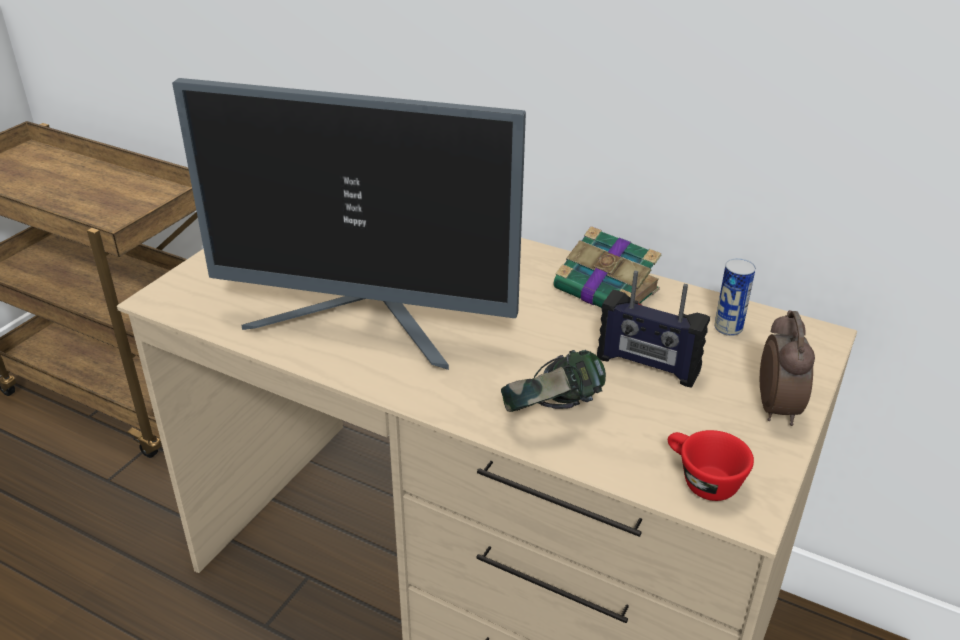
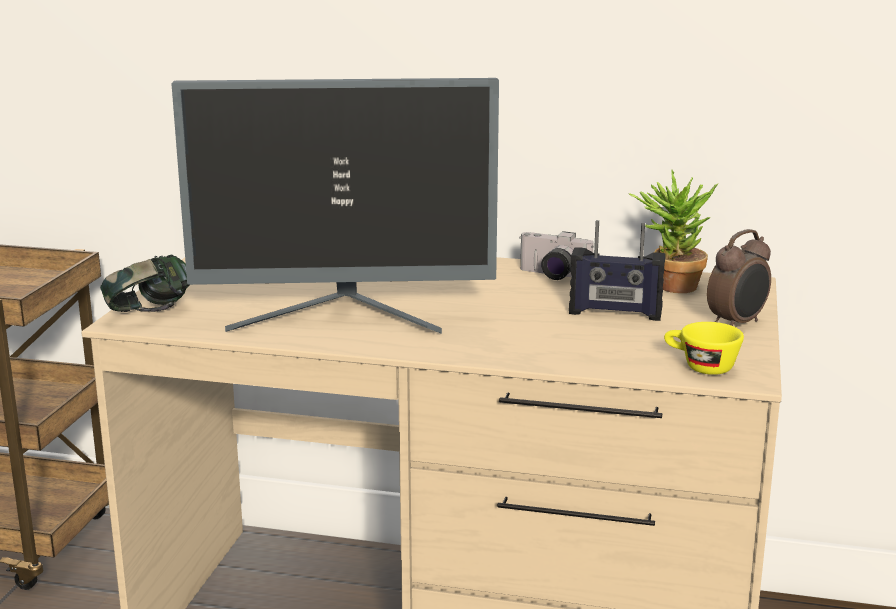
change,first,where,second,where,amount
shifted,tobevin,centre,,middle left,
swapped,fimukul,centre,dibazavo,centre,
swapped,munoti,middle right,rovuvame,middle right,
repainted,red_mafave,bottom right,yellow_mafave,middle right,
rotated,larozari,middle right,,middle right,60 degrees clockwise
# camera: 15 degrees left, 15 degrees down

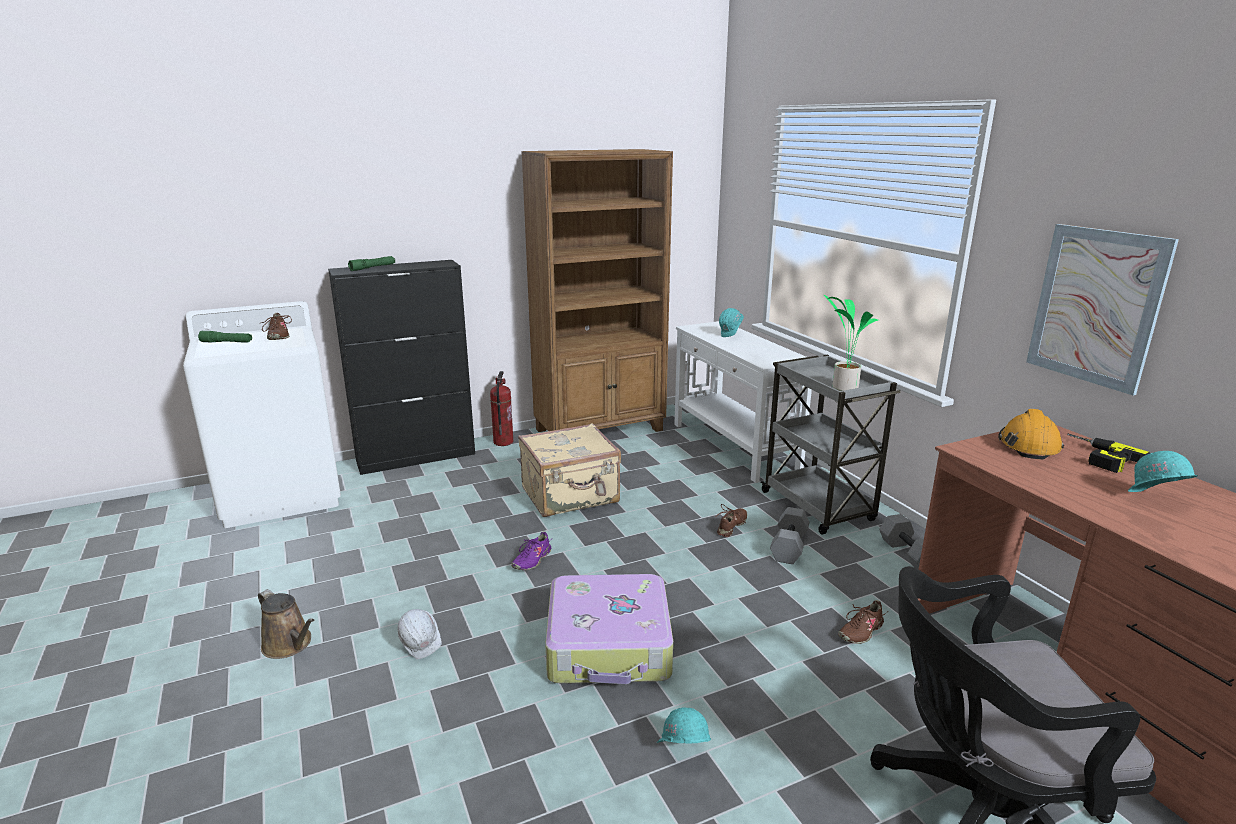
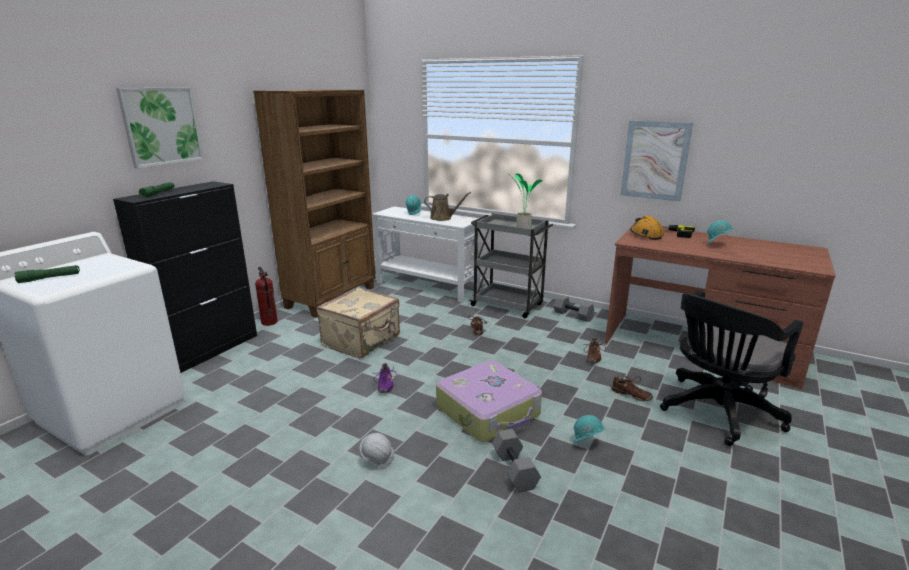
change,first,where,second,where,amount
new,,,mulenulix (no. 1 from left),top left,
shifted,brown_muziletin,bottom left,,centre,
shifted,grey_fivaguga (no. 1 from left),centre,,bottom centre,
shifted,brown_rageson (no. 1 from left in the first image),middle left,brown_rageson (no. 3 from left),bottom right,
# camera: 35 degrees left, 0 degrees up

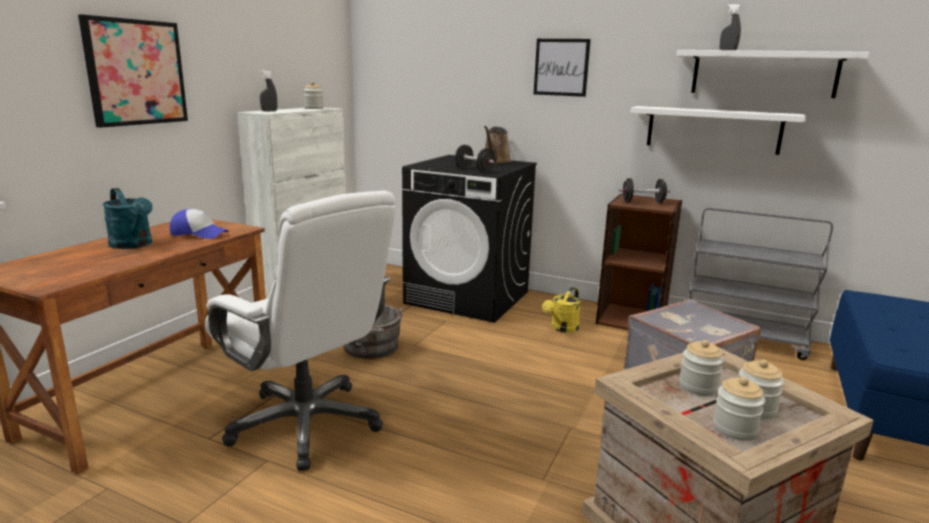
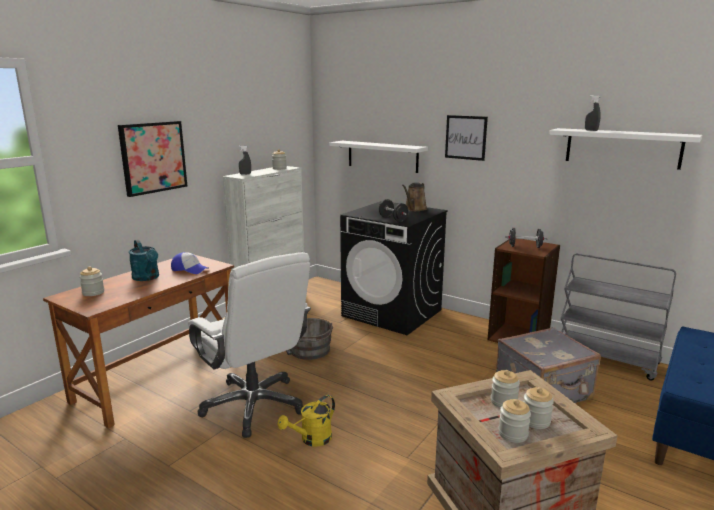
change,first,where,second,where,amount
new,,,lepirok (no. 1 from left),middle left,
shifted,yellow_muziletin,centre,,bottom centre,
shifted,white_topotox (no. 1 from left),top right,,top centre,
# camera: 10 degrees right, 0 degrees up

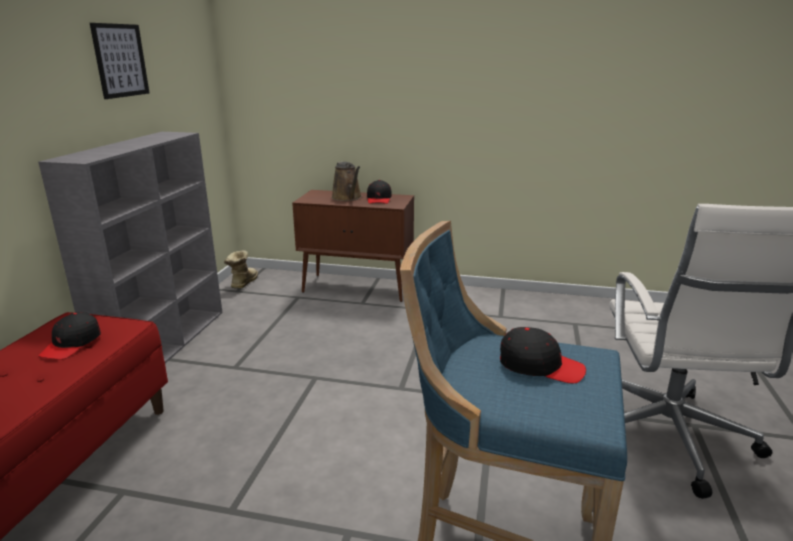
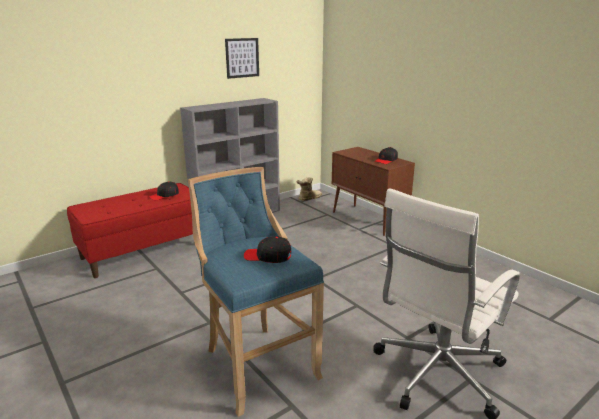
change,first,where,second,where,amount
rotated,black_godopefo (no. 3 from left in the first image),middle right,black_godopefo (no. 2 from left),centre,135 degrees clockwise
gone,brown_muziletin,centre,,,
# camera: 40 degrees right, 0 degrees up

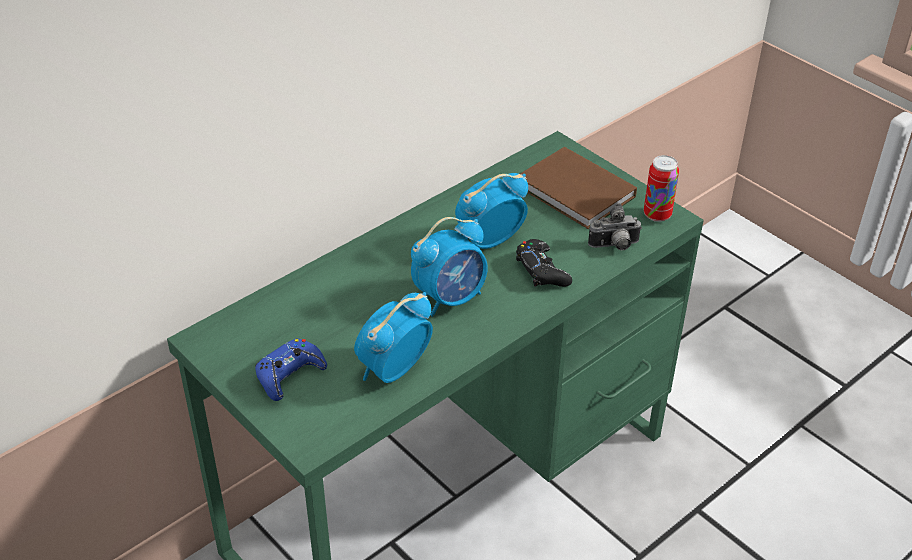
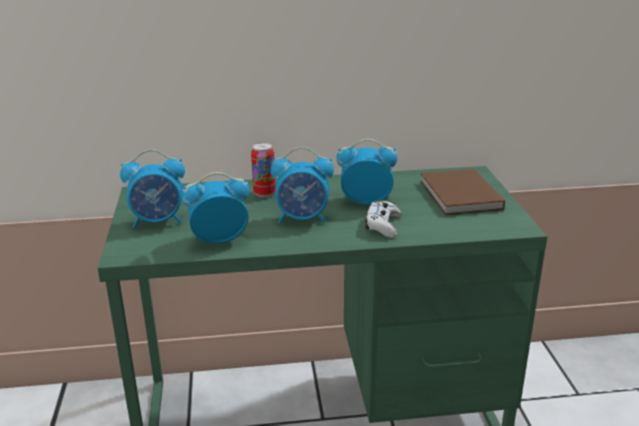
change,first,where,second,where,amount
swapped,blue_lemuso,middle left,larozari (no. 1 from left),middle left,
shifted,munoti,middle right,,centre,
repainted,black_lemuso,centre,white_lemuso,centre,
gone,dibazavo,middle right,,,
# camera: 35 degrees right, 15 degrees down

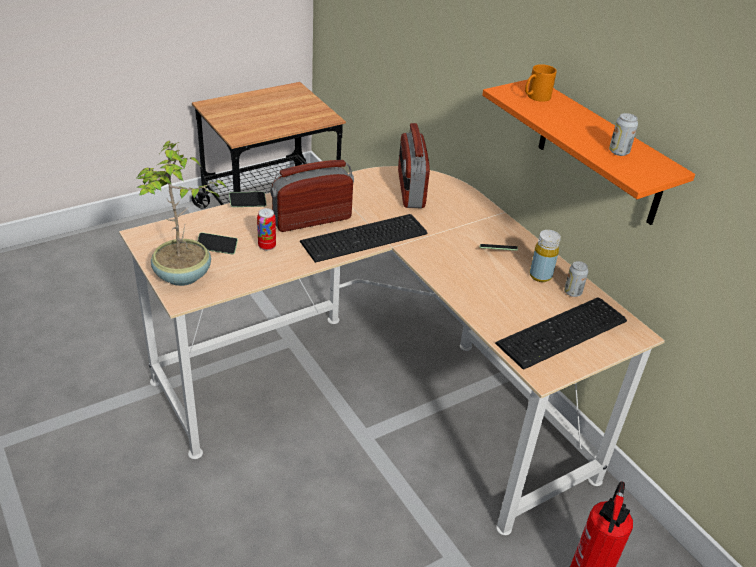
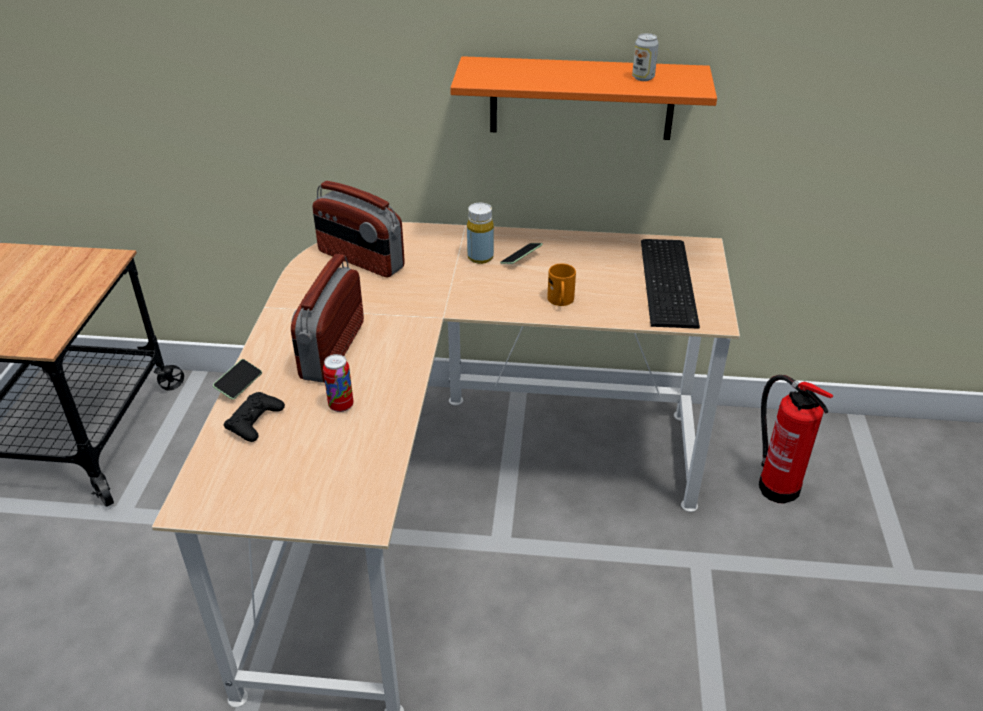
change,first,where,second,where,amount
new,,,black_lemuso,middle left,
shifted,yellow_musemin,middle right,,top centre,
shifted,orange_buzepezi,top right,,centre,
gone,rovuvame,middle left,,,
gone,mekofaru (no. 1 from left),middle left,,,
gone,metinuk (no. 1 from left),centre,,,
gone,munoti (no. 2 from left),middle right,,,
# camera: 50 degrees left, 0 degrees up

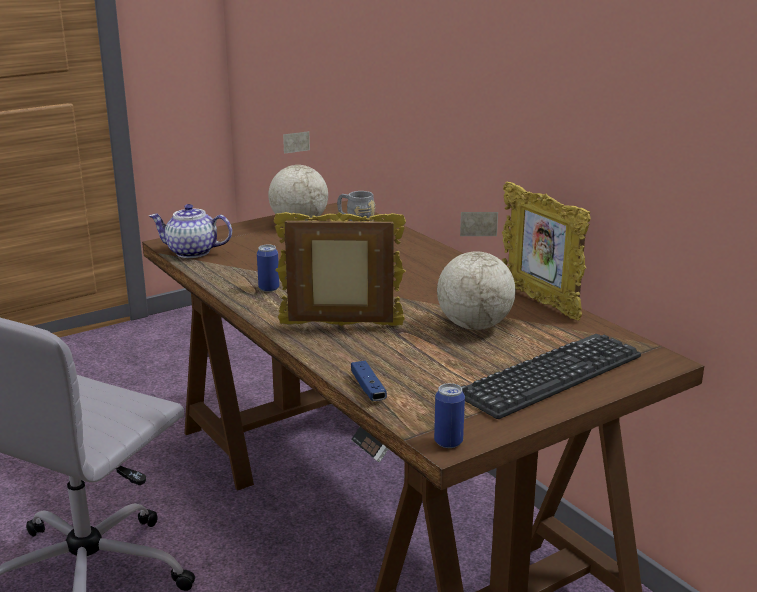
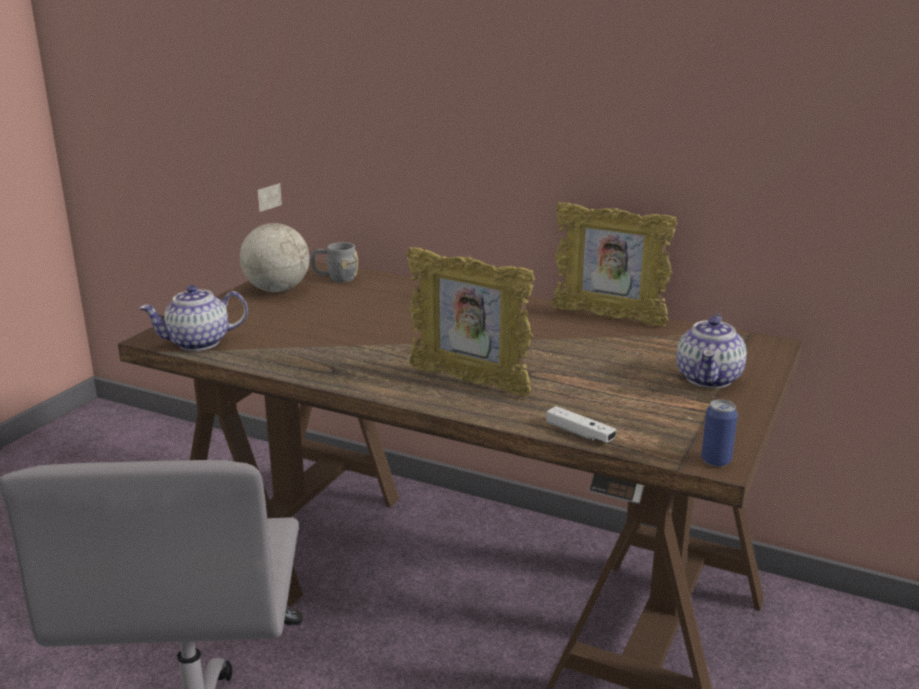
change,first,where,second,where,amount
rotated,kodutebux (no. 1 from left),centre,,centre,120 degrees counterclockwise
repainted,blue_lemuso,centre,white_lemuso,centre,
swapped,metinuk,middle right,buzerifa (no. 2 from left),middle right,
gone,munoti (no. 1 from left),centre,,,
gone,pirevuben (no. 2 from left),centre,,,
# camera: 30 degrees left, 0 degrees up

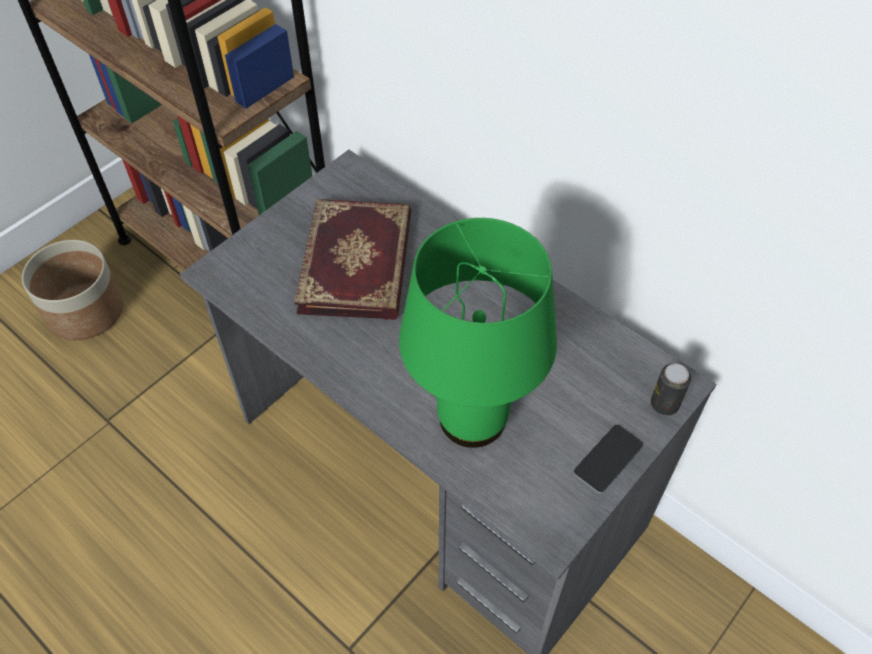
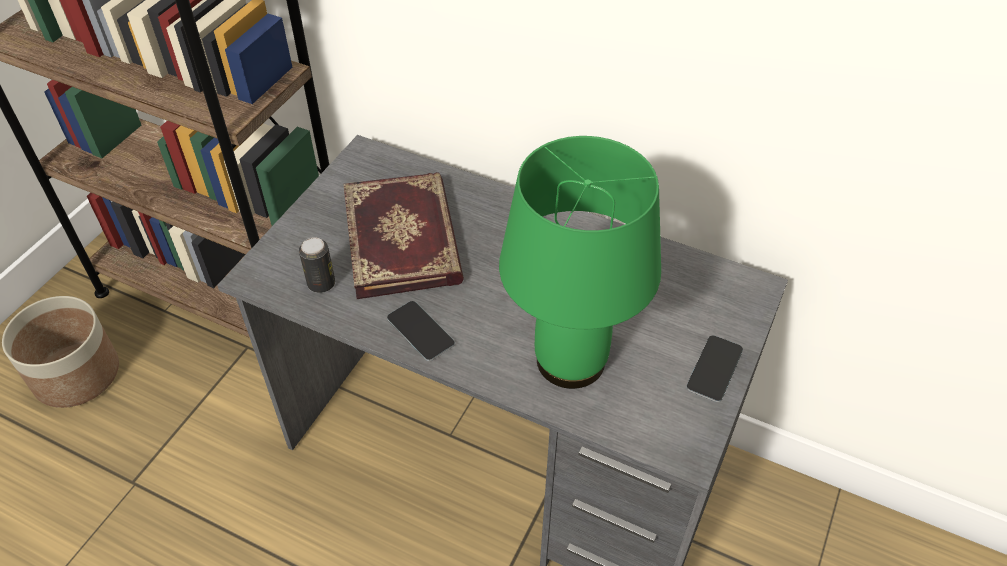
change,first,where,second,where,amount
shifted,munoti,middle right,,middle left,
new,,,mekofaru (no. 1 from left),centre,
# camera: 15 degrees left, 5 degrees down

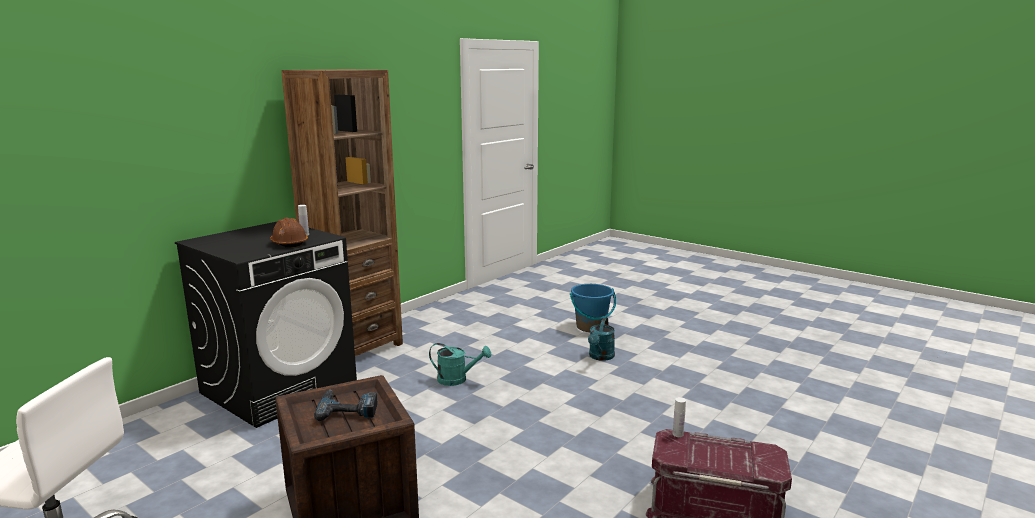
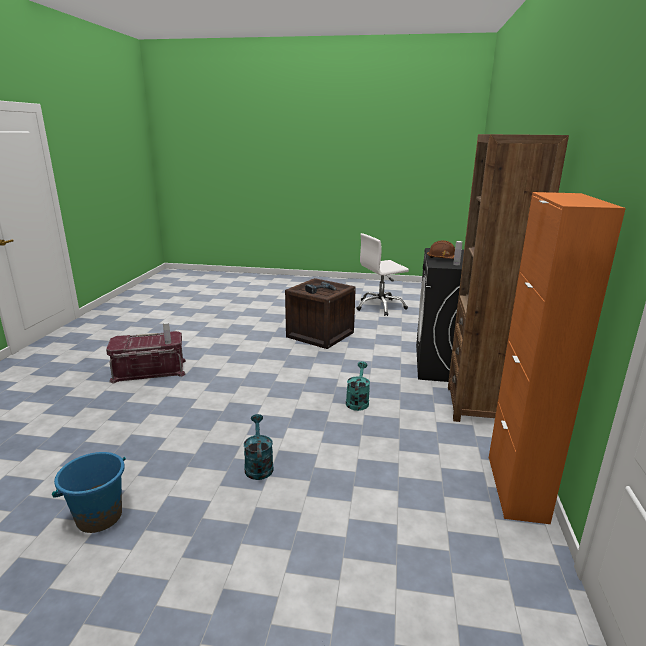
change,first,where,second,where,amount
shifted,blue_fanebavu,centre,,bottom left,
rotated,turquoise_muziletin (no. 1 from left in the first image),bottom centre,turquoise_muziletin (no. 2 from left),centre,120 degrees clockwise
new,,,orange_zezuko,middle right,
# camera: 150 degrees right, 5 degrees up

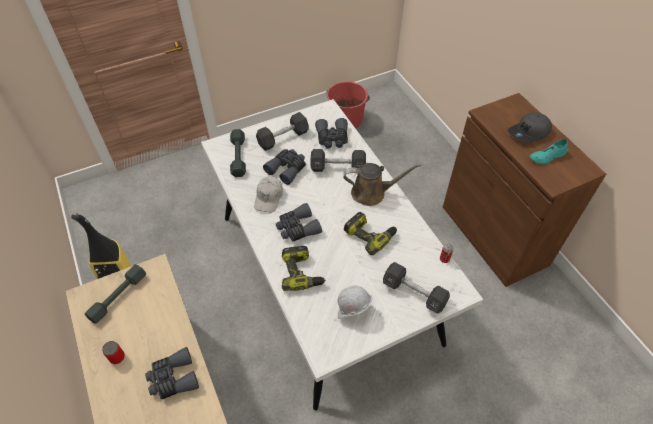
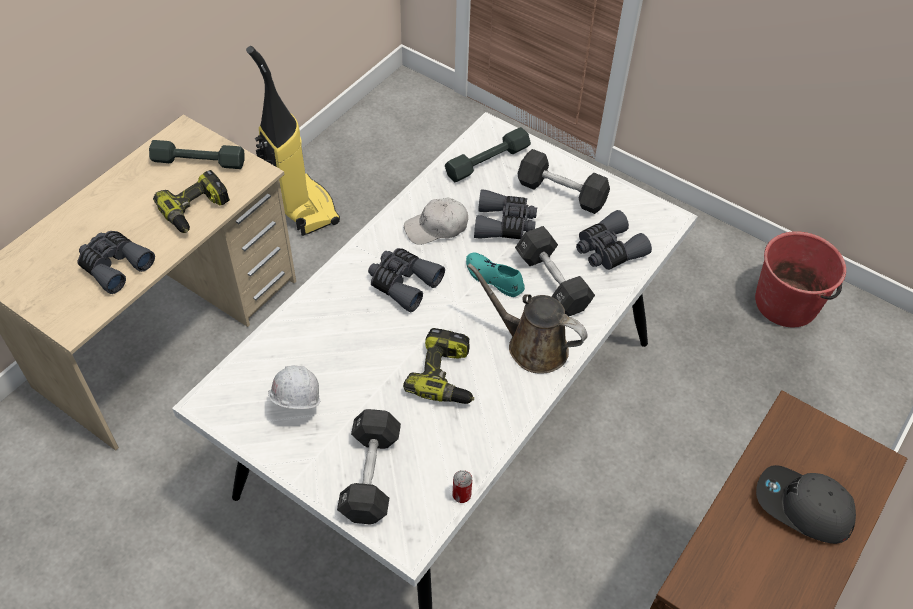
change,first,where,second,where,amount
shifted,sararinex (no. 1 from left),centre,,top left,
shifted,turquoise_rageson,middle right,,centre,
rotated,brown_muziletin,centre,,centre,150 degrees clockwise
gone,munoti (no. 1 from left),bottom left,,,
# camera: 60 degrees right, 0 degrees up

